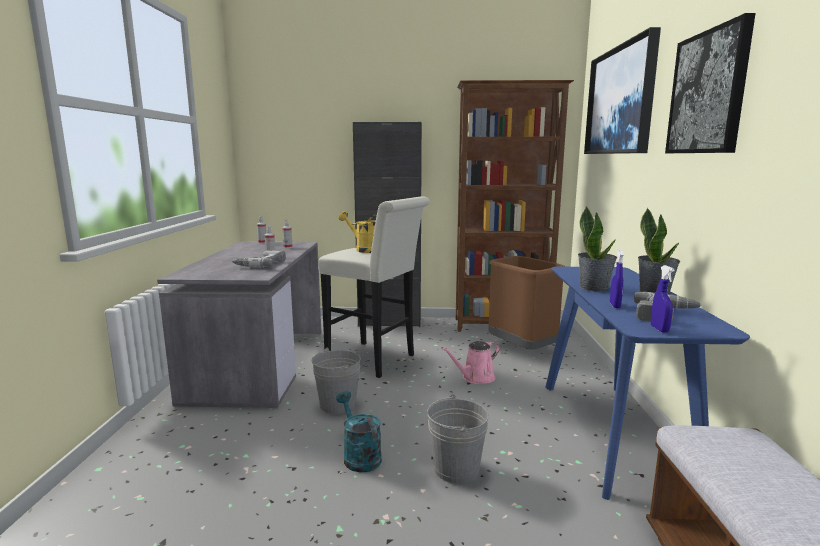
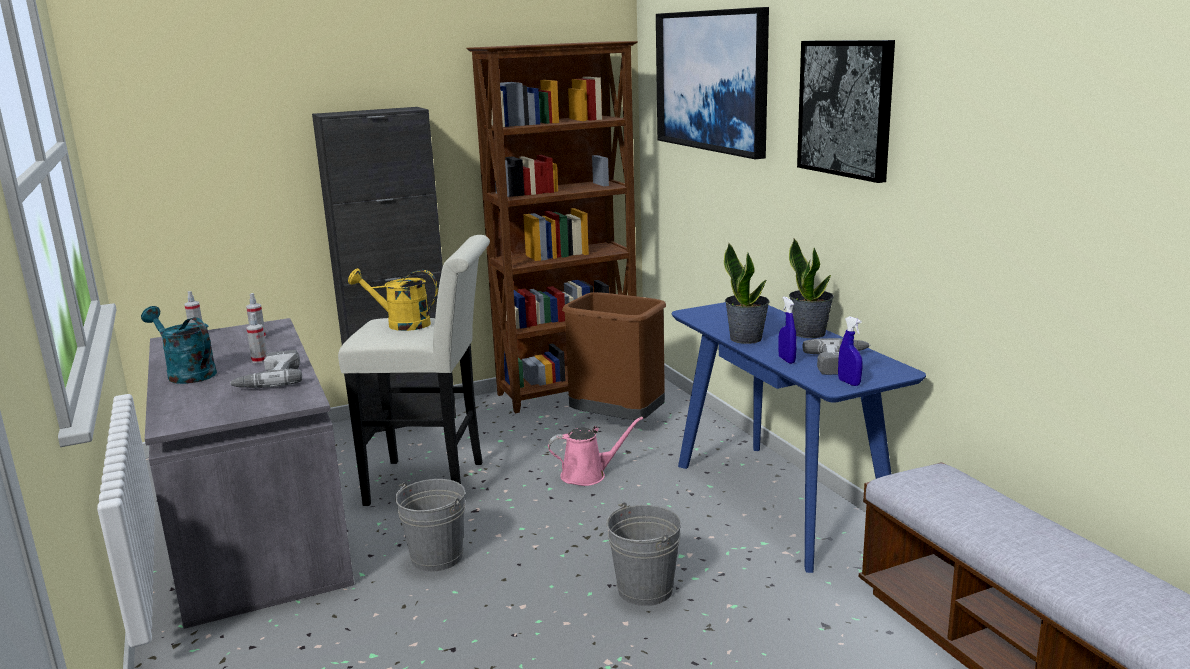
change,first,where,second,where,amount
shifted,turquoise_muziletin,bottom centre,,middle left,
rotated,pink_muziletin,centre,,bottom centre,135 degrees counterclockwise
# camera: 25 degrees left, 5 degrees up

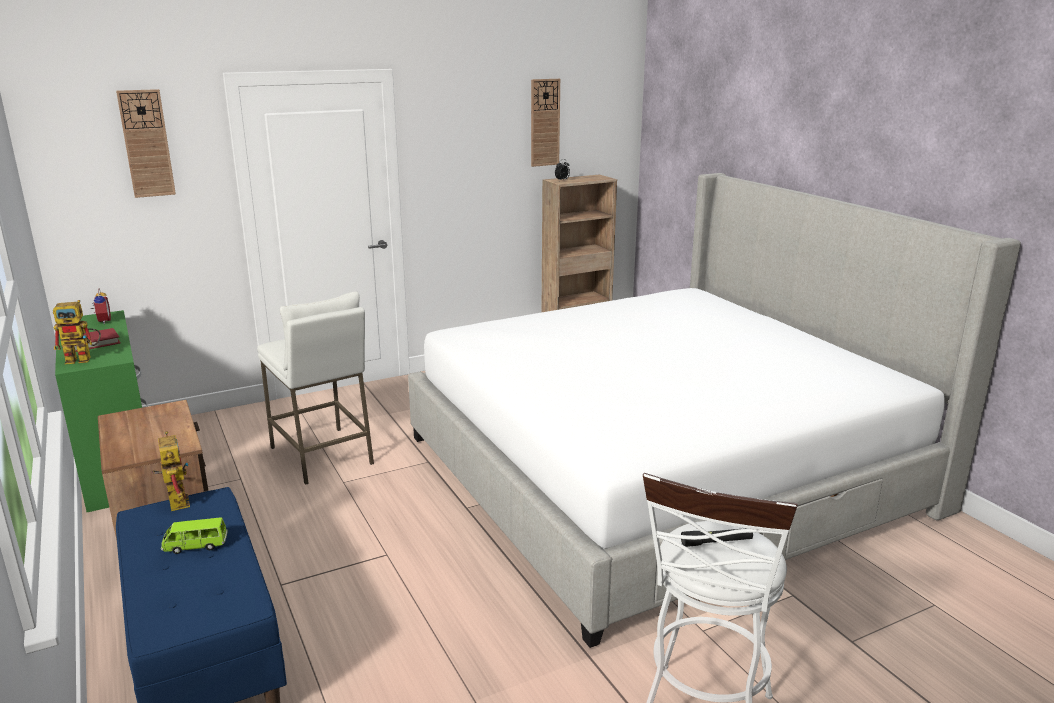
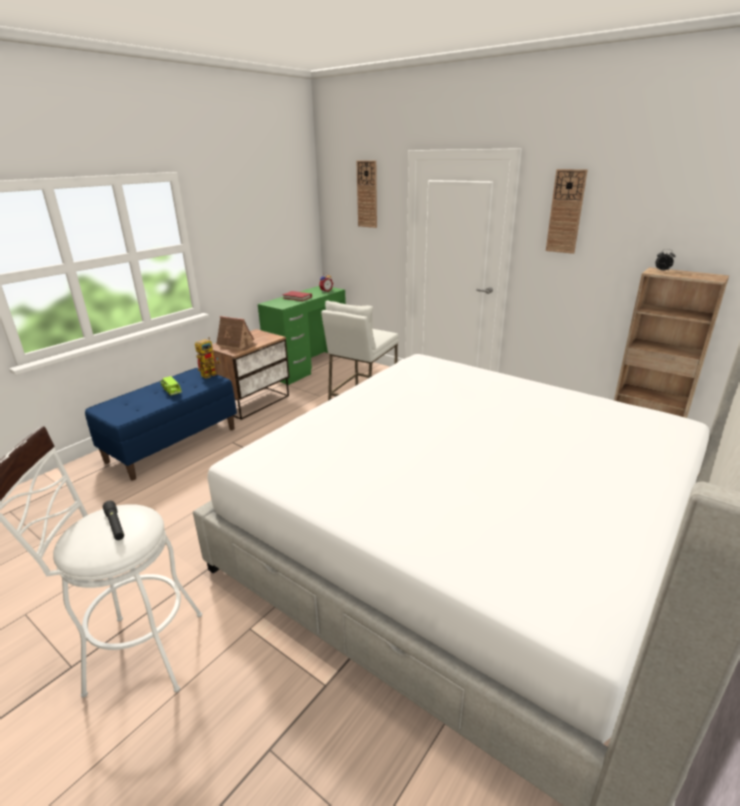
change,first,where,second,where,amount
new,,,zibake,middle left,
shifted,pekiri (no. 2 from left),top centre,,top right,
gone,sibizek (no. 1 from left),middle left,,,
# camera: 65 degrees right, 5 degrees up

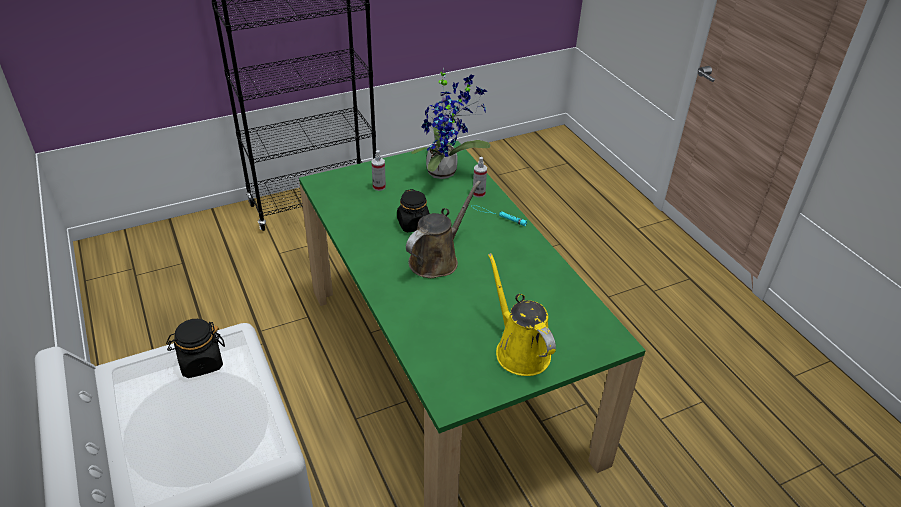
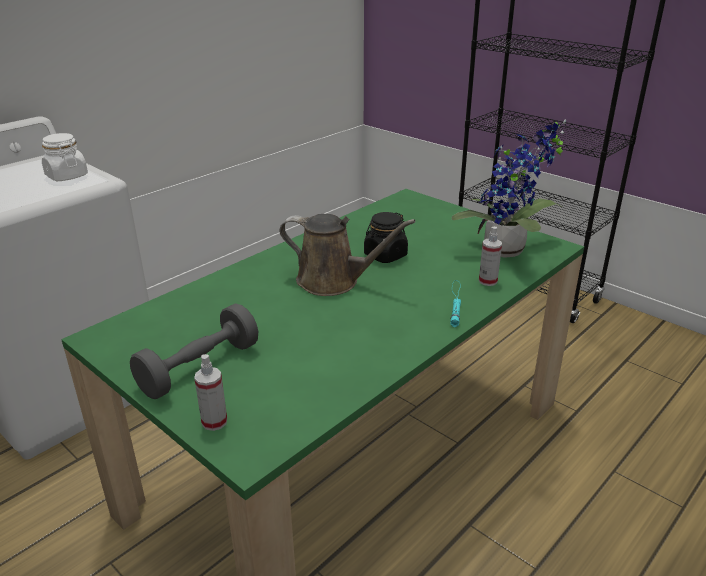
change,first,where,second,where,amount
repainted,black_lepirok (no. 1 from left),bottom left,white_lepirok,top left,
swapped,yellow_muziletin,centre,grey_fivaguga,middle left,
shifted,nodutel (no. 1 from left),centre,,bottom left,
# camera: 70 degrees right, 10 degrees down

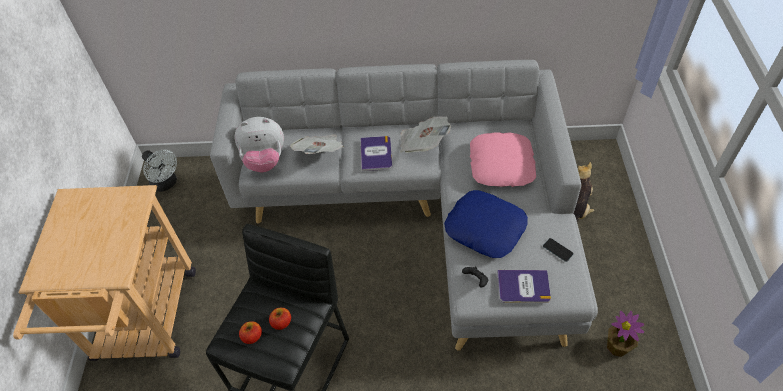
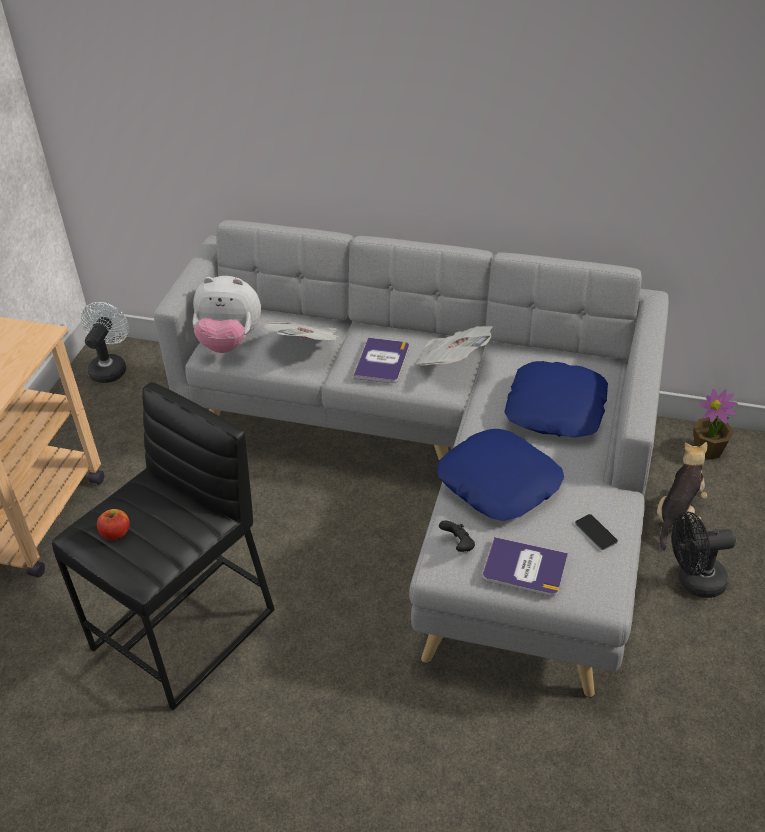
change,first,where,second,where,amount
rotated,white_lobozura,middle left,,middle left,135 degrees counterclockwise
repainted,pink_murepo,centre,blue_murepo (no. 2 from left),middle right,
new,,,black_lobozura,middle right,
shifted,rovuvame,bottom right,,middle right,
gone,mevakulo (no. 2 from left),bottom centre,,,
# camera: 15 degrees right, 10 degrees down

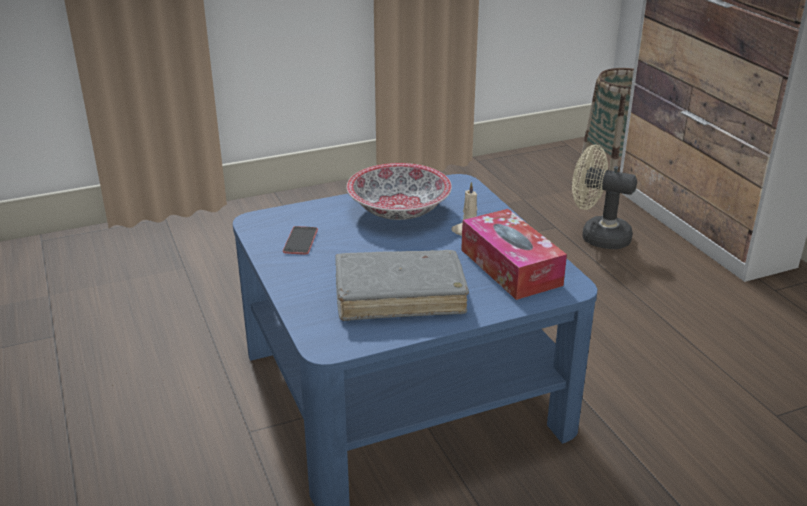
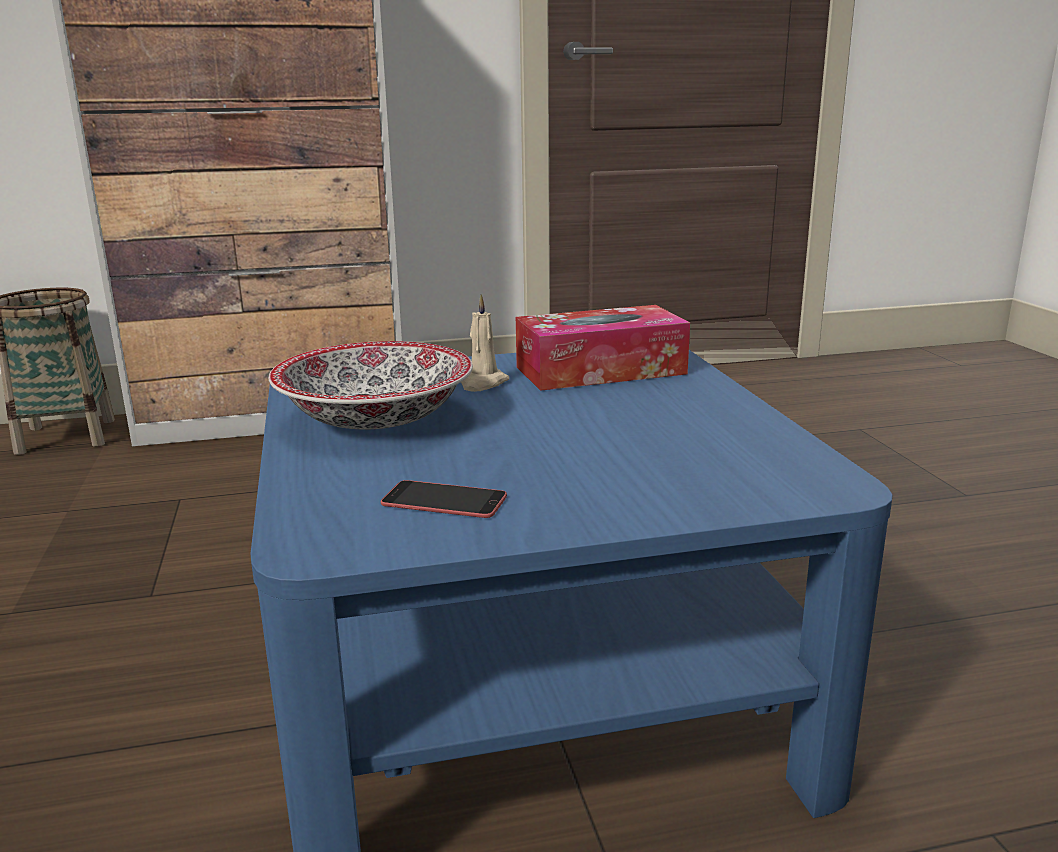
change,first,where,second,where,amount
gone,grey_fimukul,centre,,,
gone,beige_lobozura,middle right,,,
# camera: 80 degrees left, 10 degrees down

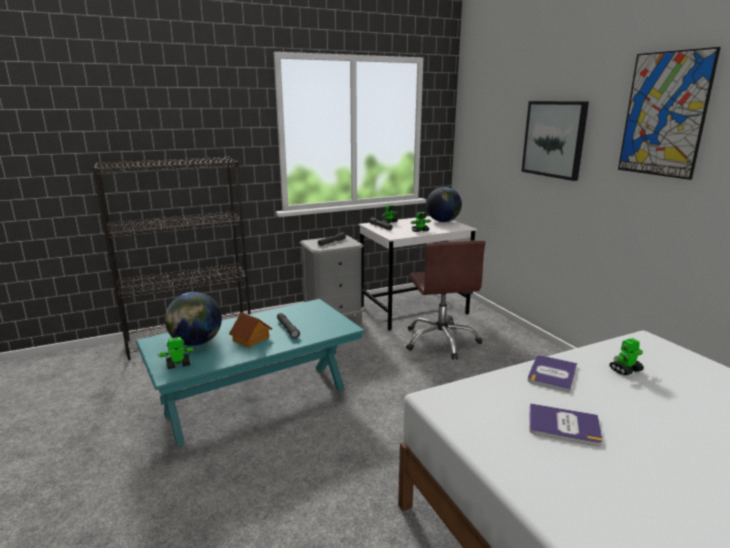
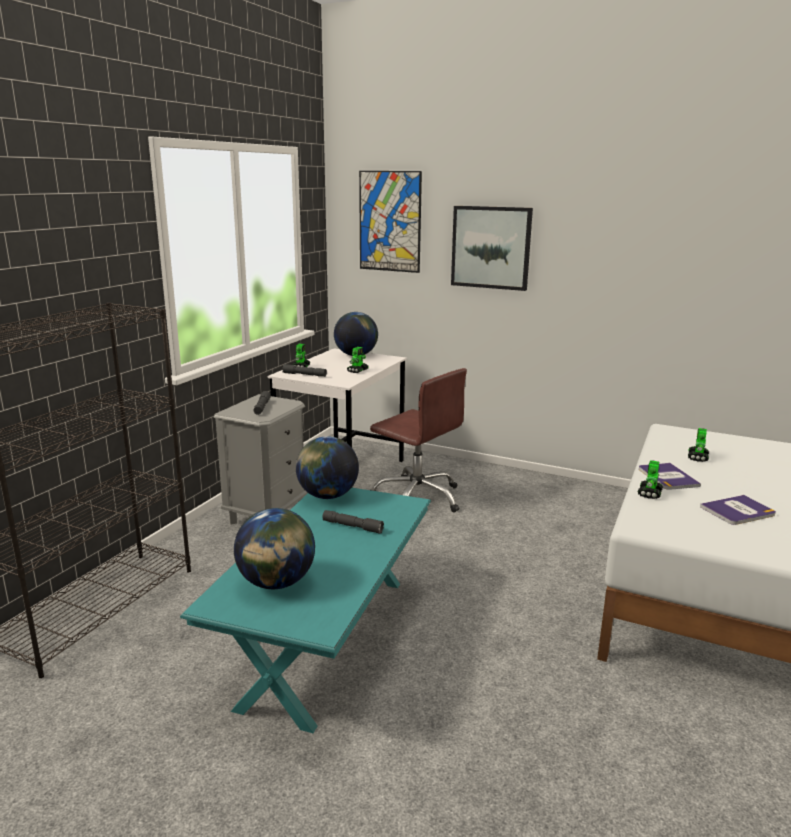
change,first,where,second,where,amount
new,,,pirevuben (no. 2 from left),centre,
shifted,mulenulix (no. 2 from left in the first image),top right,mulenulix (no. 1 from left),top centre,
shifted,sibizek (no. 1 from left in the first image),middle left,sibizek (no. 3 from left),middle right,
gone,zibake,centre,,,
# camera: 40 degrees left, 0 degrees up

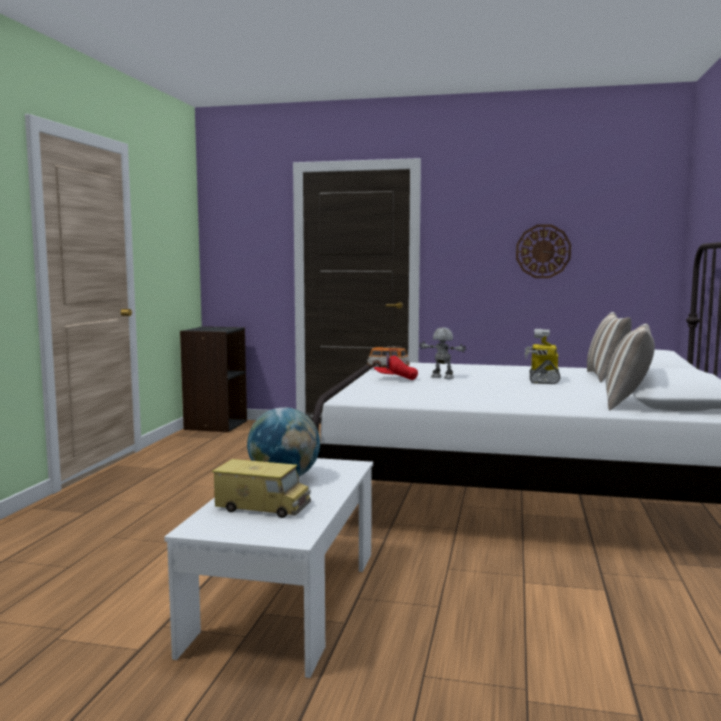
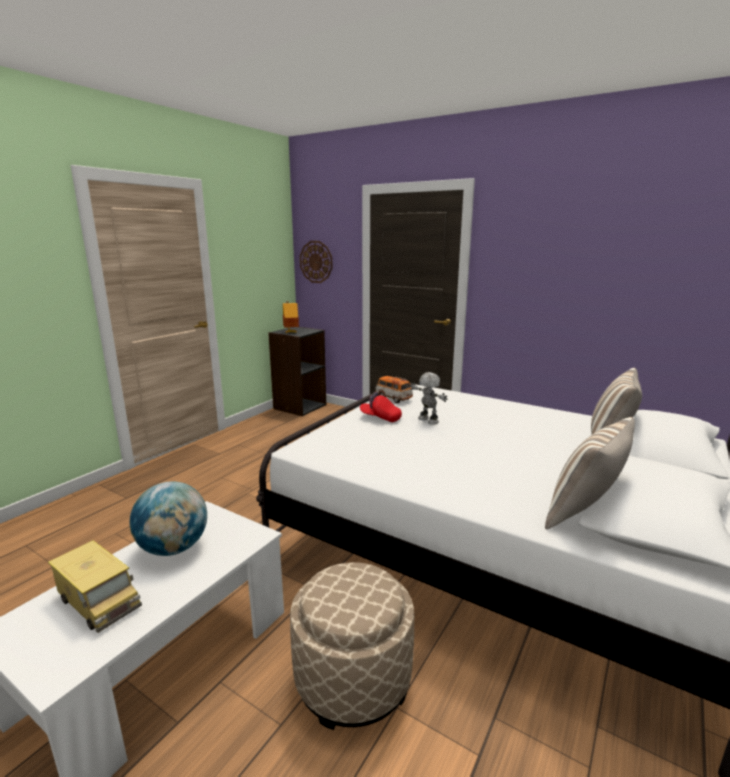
change,first,where,second,where,amount
new,,,zibake,centre,
new,,,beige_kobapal,bottom centre,
shifted,pekiri,middle right,,centre,
gone,sibizek (no. 2 from left),middle right,,,
# camera: 20 degrees right, 10 degrees up

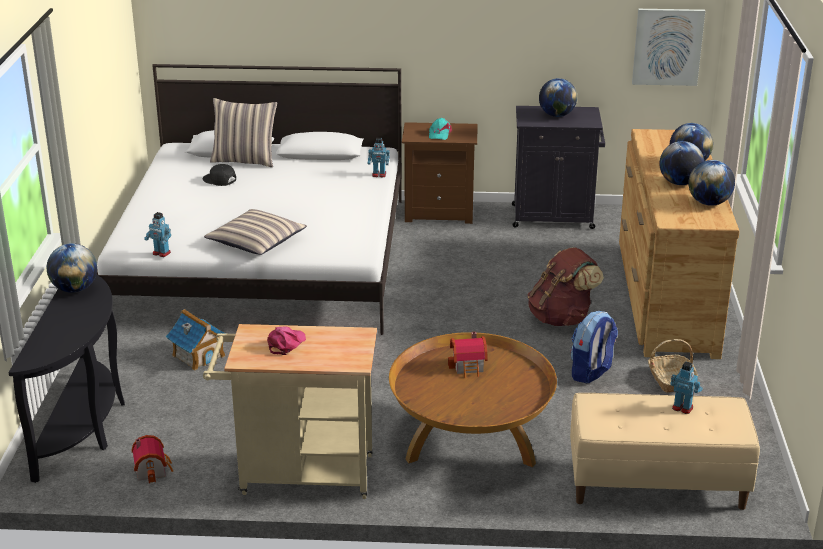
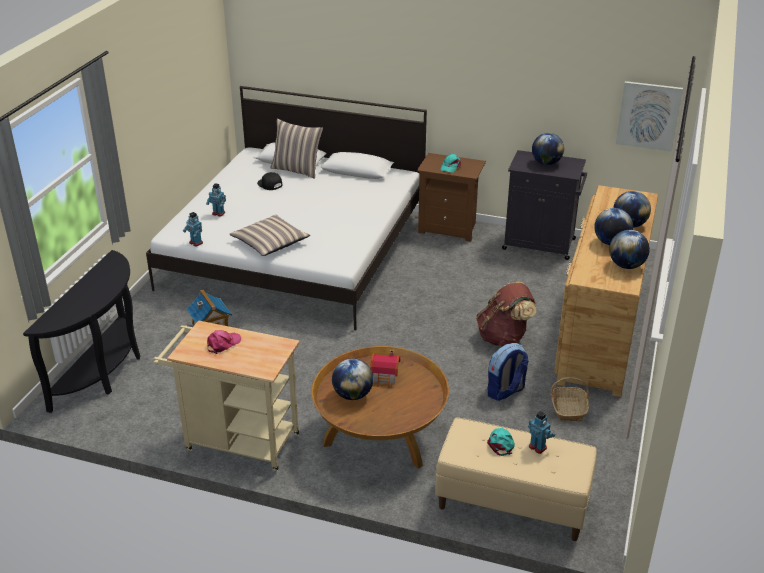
change,first,where,second,where,amount
shifted,sibizek (no. 2 from left),top centre,,middle left,
shifted,pirevuben (no. 1 from left),middle left,,centre,
new,,,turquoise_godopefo (no. 2 from left),bottom centre,
gone,zibake (no. 1 from left),bottom left,,,
# camera: 15 degrees right, 5 degrees up

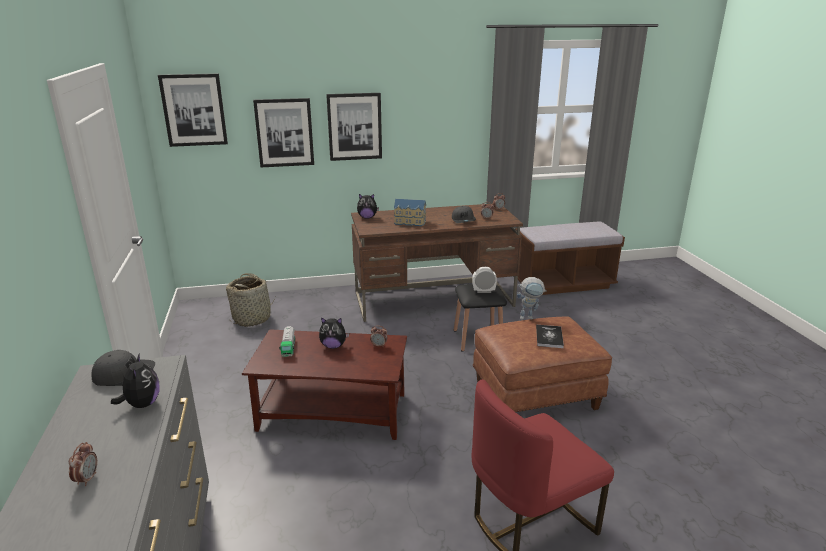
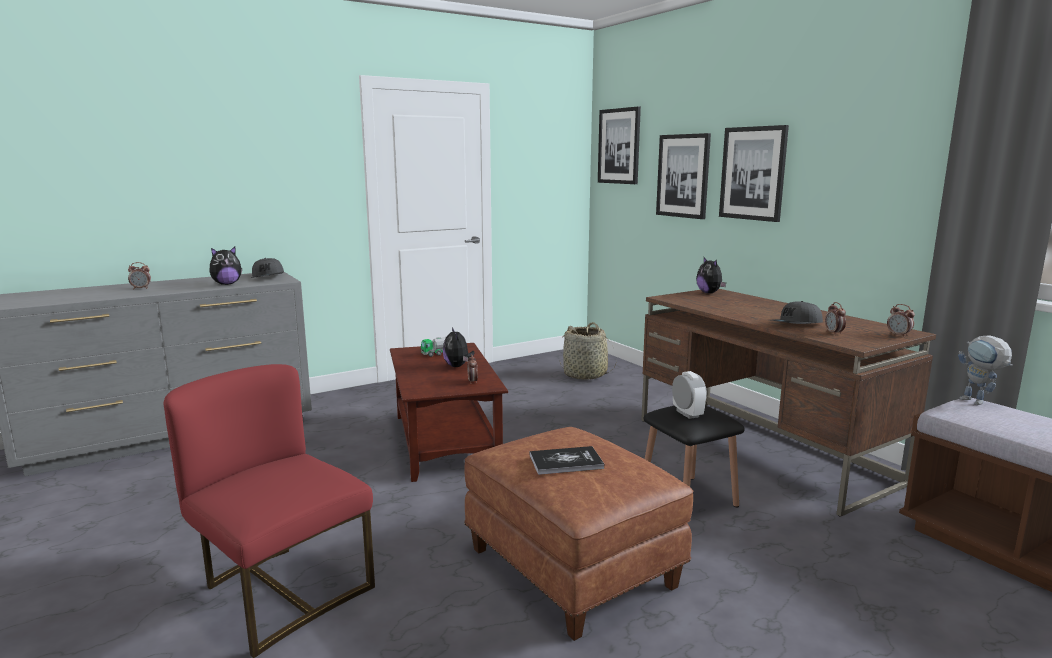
change,first,where,second,where,amount
shifted,sibizek,centre,,middle right,
gone,zibake,centre,,,
# camera: 70 degrees right, 10 degrees down

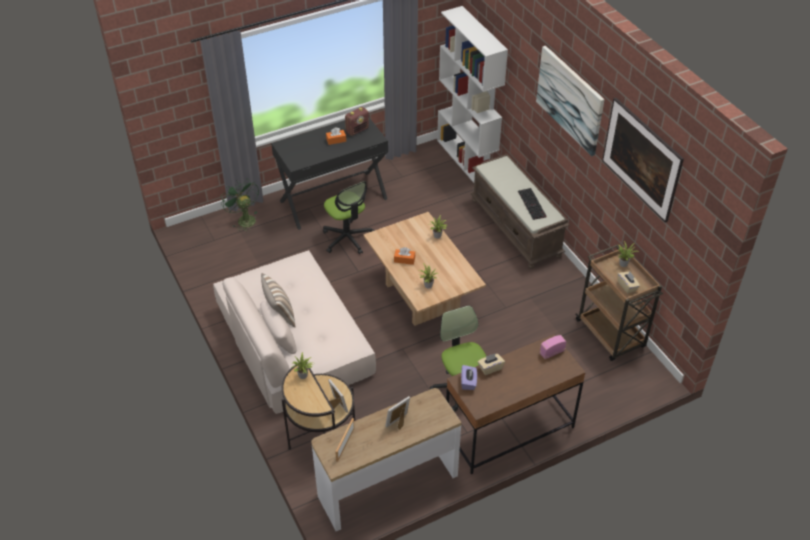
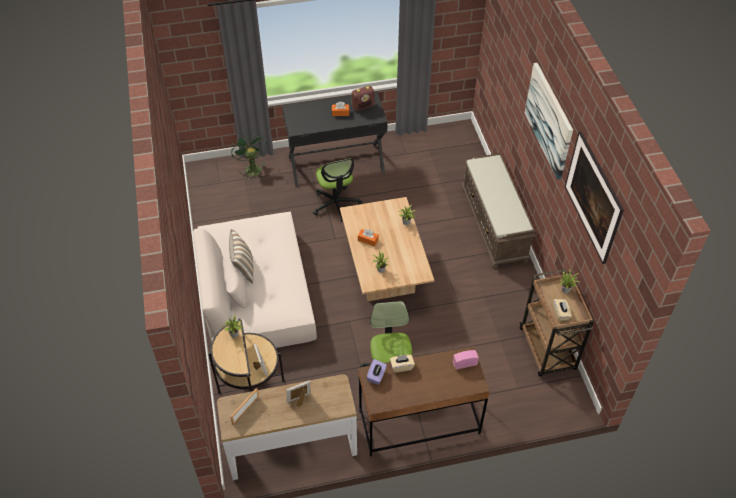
change,first,where,second,where,amount
gone,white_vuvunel,top centre,,,
gone,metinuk,centre,,,
# camera: 15 degrees right, 5 degrees up

